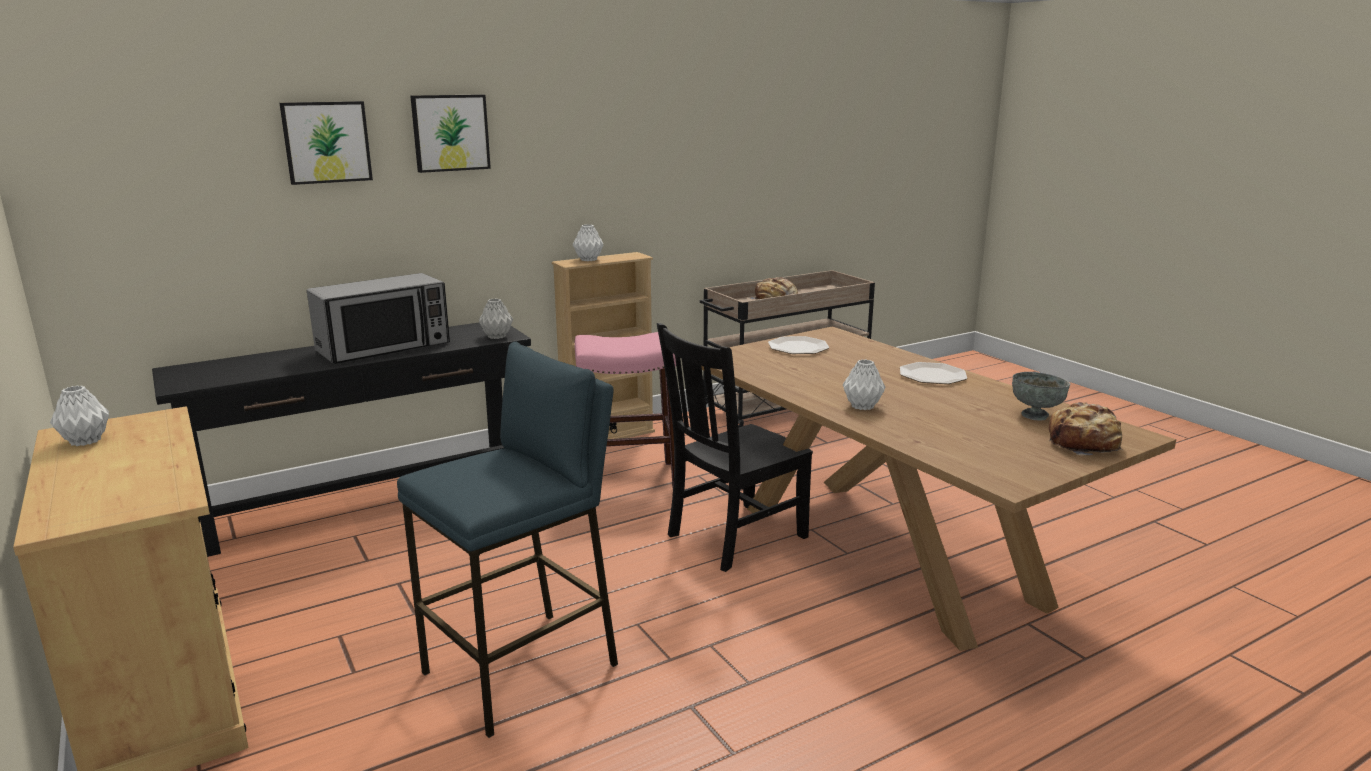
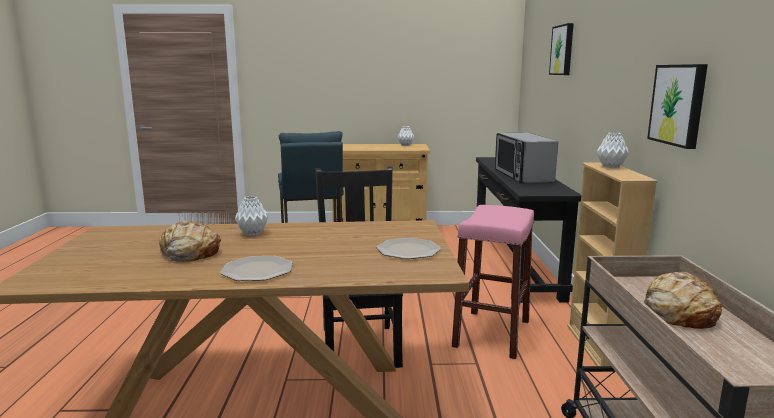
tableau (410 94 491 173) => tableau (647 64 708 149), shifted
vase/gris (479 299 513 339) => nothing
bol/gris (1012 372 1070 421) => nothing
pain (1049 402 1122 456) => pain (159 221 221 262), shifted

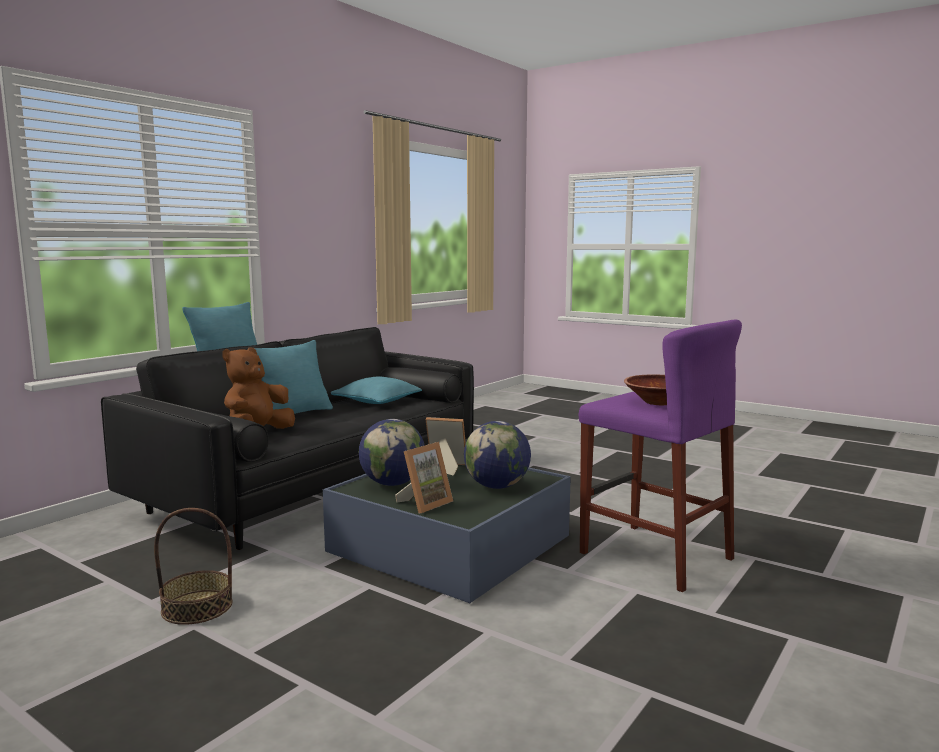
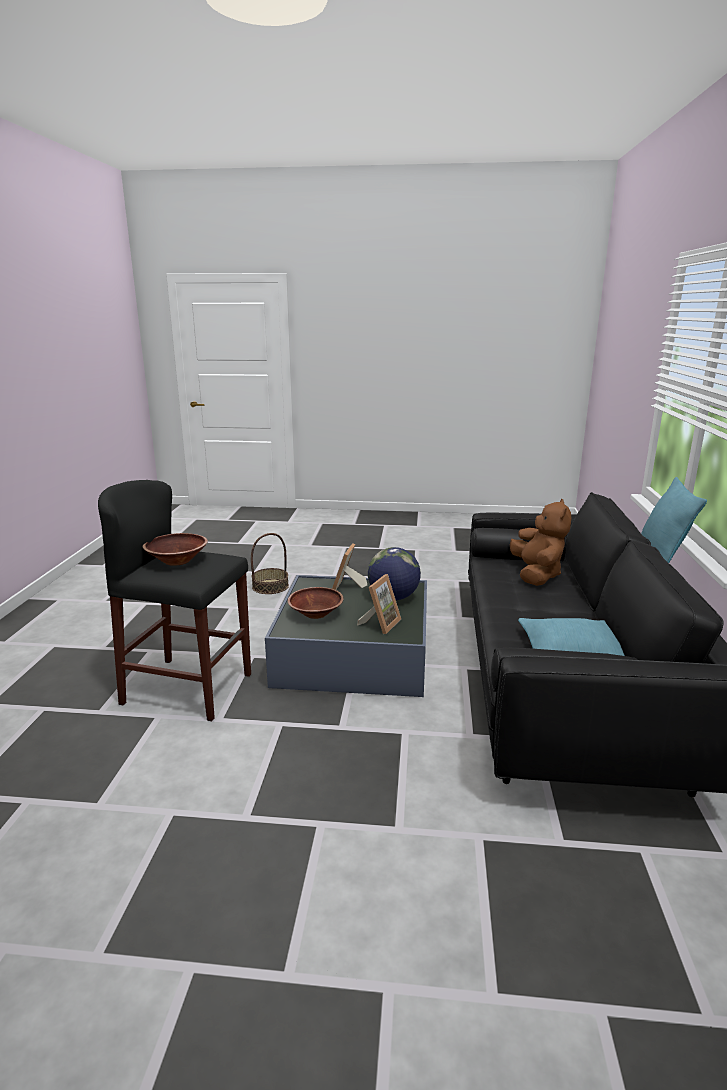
panier (154 508 233 625) => panier (251 533 289 594), shifted
coussin/turquoise (255 340 333 414) => nothing
cadre photo (425 417 466 475) => cadre photo (357 574 401 634), 45 degrees counterclockwise
globe (464 421 531 489) => bol/marron (288 587 343 619)
tabouret/violet (579 319 742 592) => tabouret/noir (98 480 251 721)

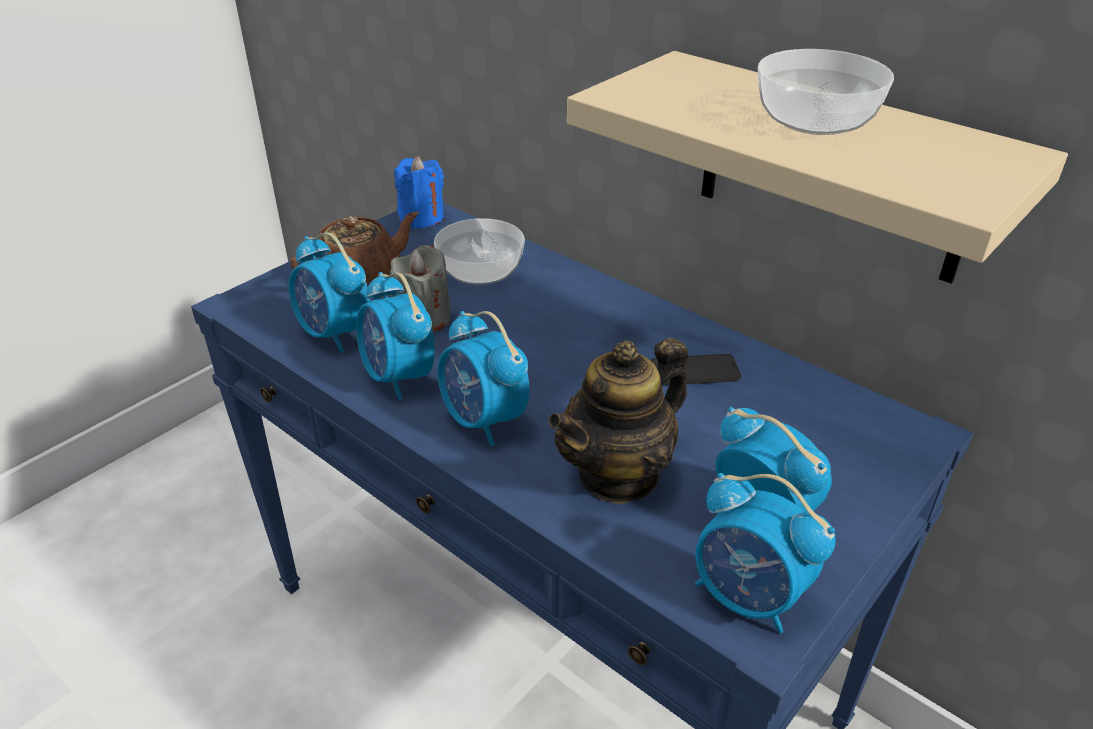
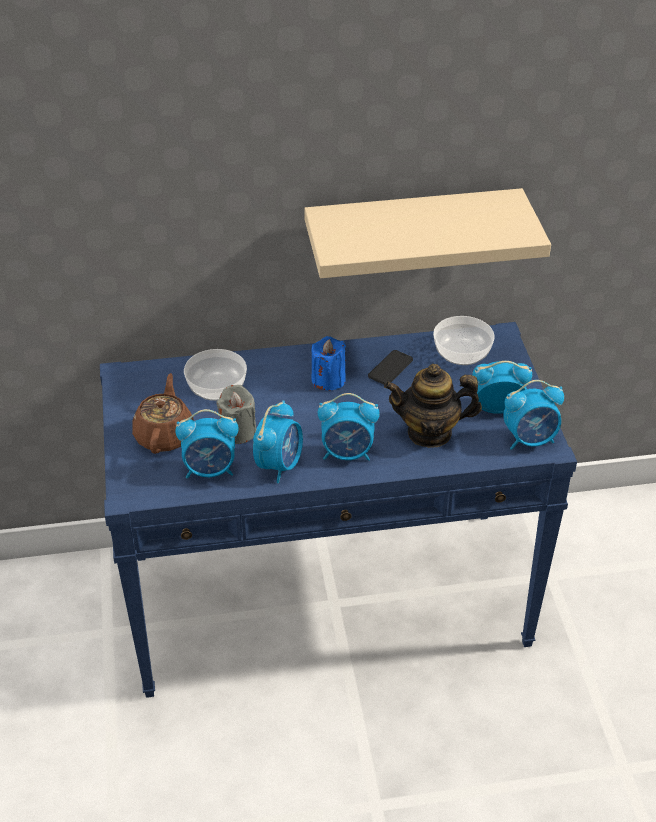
réveil (356 272 435 400) => réveil (253 400 303 483), 75 degrees counterclockwise
bougie/bleu (394 156 444 229) => bougie/bleu (312 336 346 390), shifted
théière (548 338 688 505) => théière (384 364 482 448), 90 degrees clockwise
bol (758 49 894 135) => bol (433 316 495 365), shifted

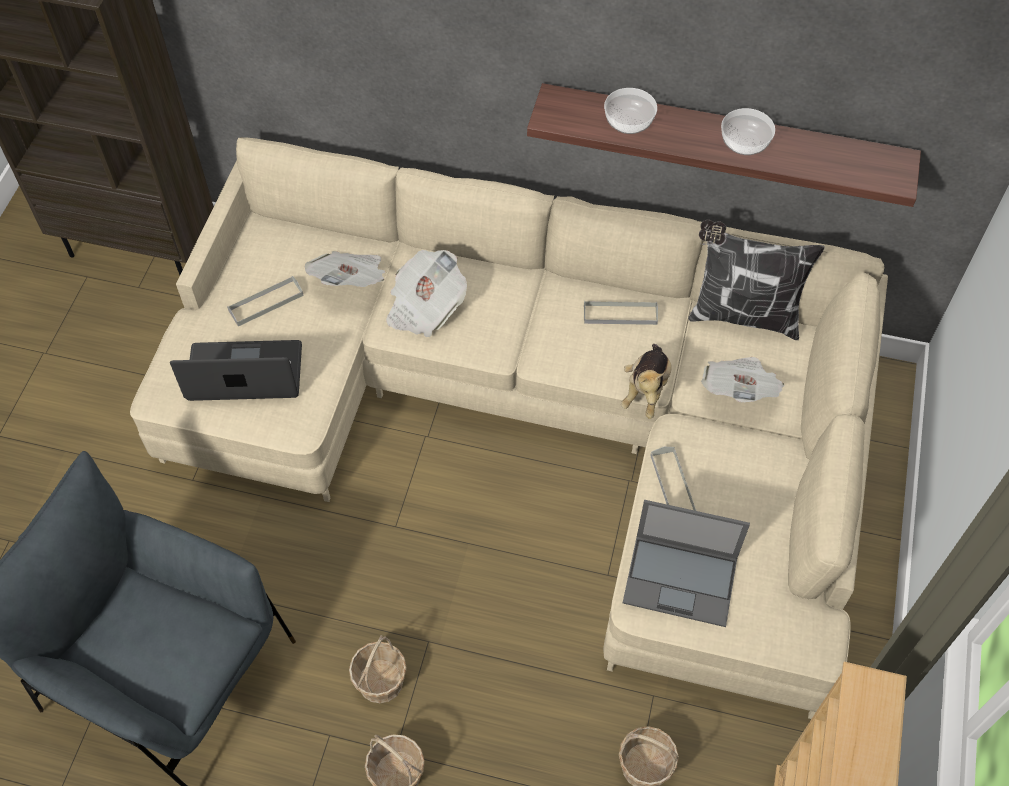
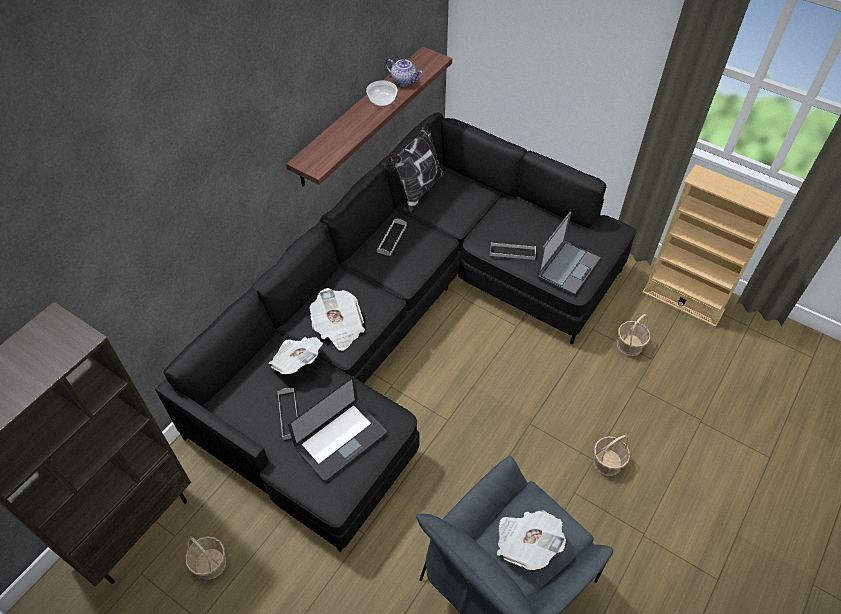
canapé/beige (130 137 888 719) => canapé/noir (155 112 636 552)
ordinateur portable (170 340 302 401) => ordinateur portable (288 376 387 482), 150 degrees counterclockwise
panier (349 635 407 703) => panier (185 536 226 580), shifted
bol (604 88 657 134) => nothing
peluche (621 344 671 419) => nothing
journal (701 357 785 402) => journal (497 510 566 570), shifted
nothing => théière (386 59 422 86)

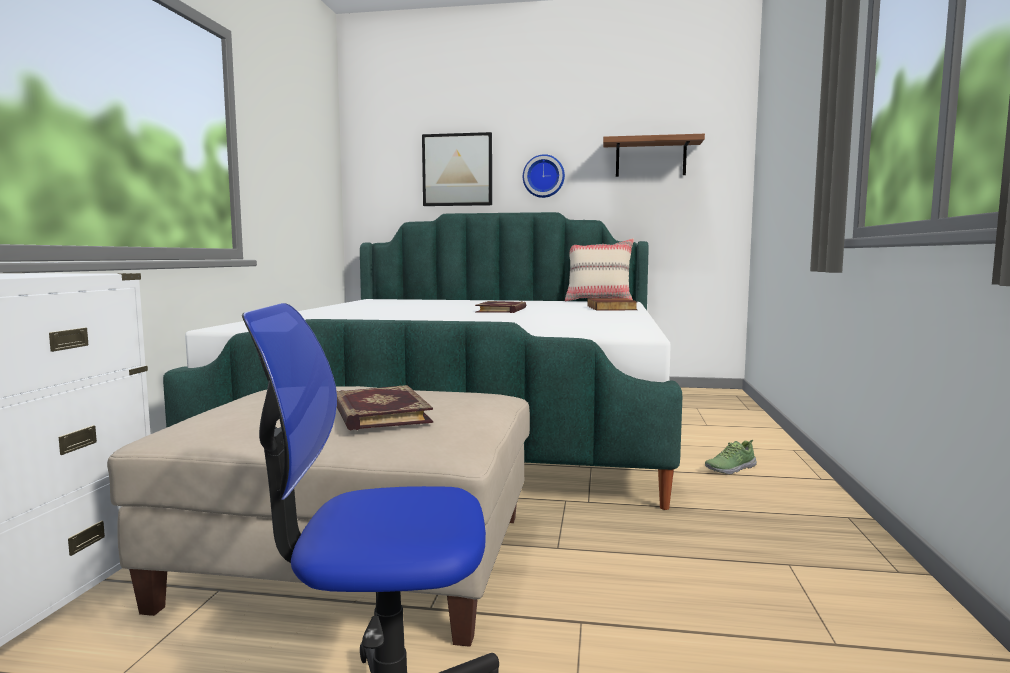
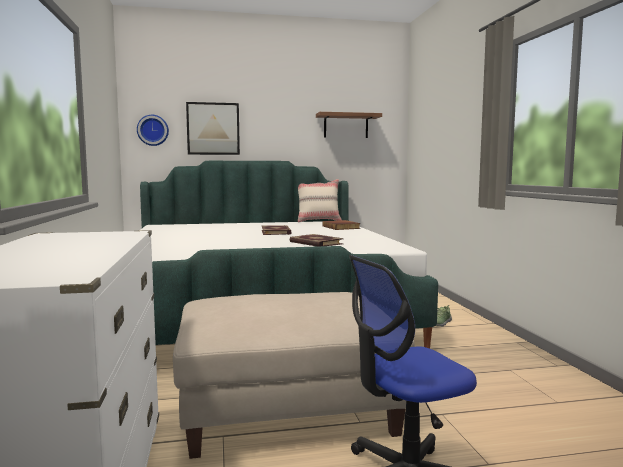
livre (337 385 433 430) => livre (290 234 344 247), shifted
horloge murale (523 154 565 198) => horloge murale (137 115 169 146), shifted

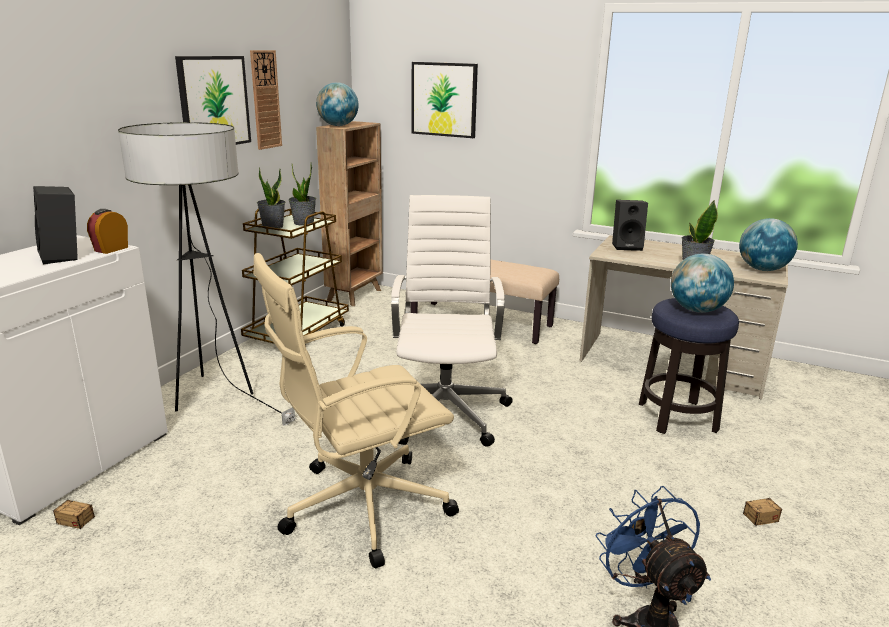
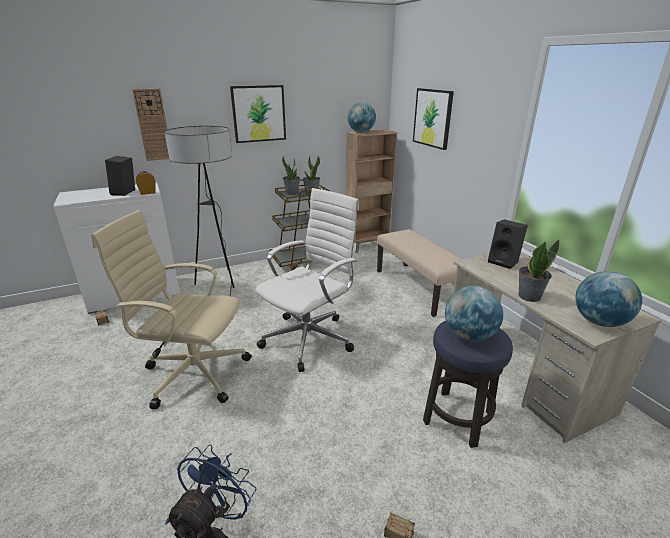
horloge murale (250 50 282 150) => horloge murale (132 89 169 161), shifted

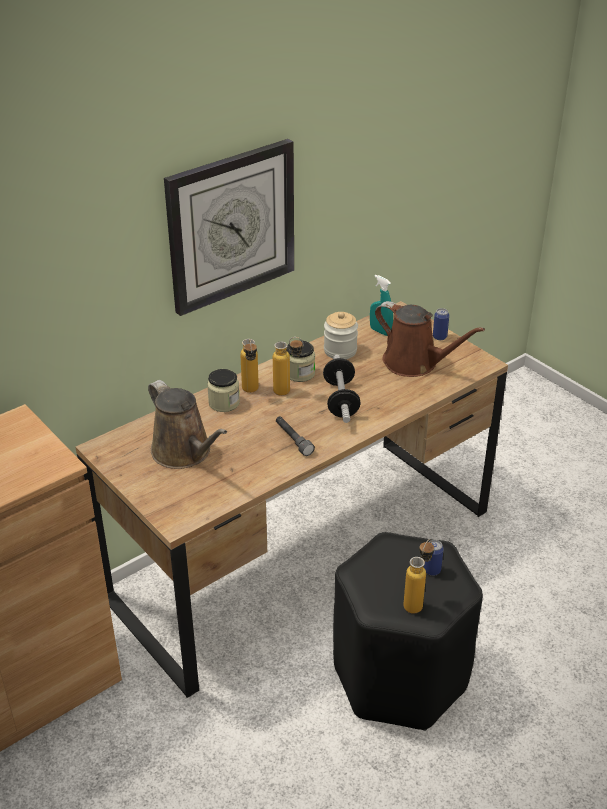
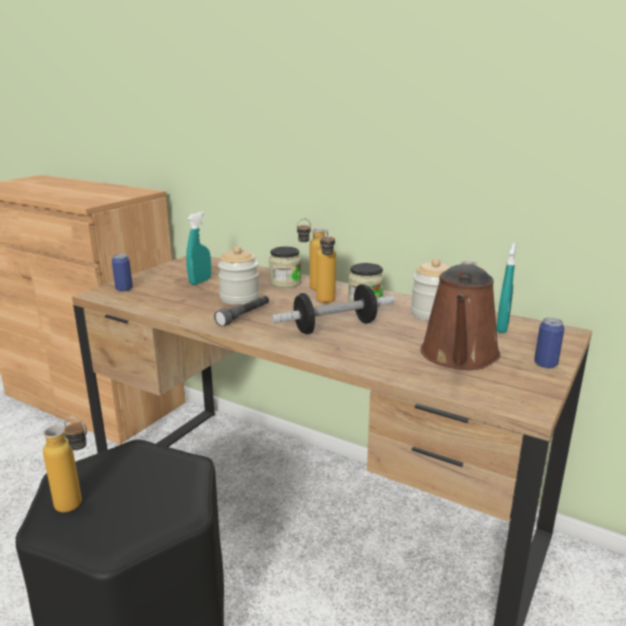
arrosoir/marron (148 380 227 469) => vaporisateur/turquoise (186 212 211 285)
horloge murale (164 139 294 316) => nothing
boîte métallique (424 540 444 576) => boîte métallique (112 254 133 292), shifted
nothing => bocal (218 246 259 305)

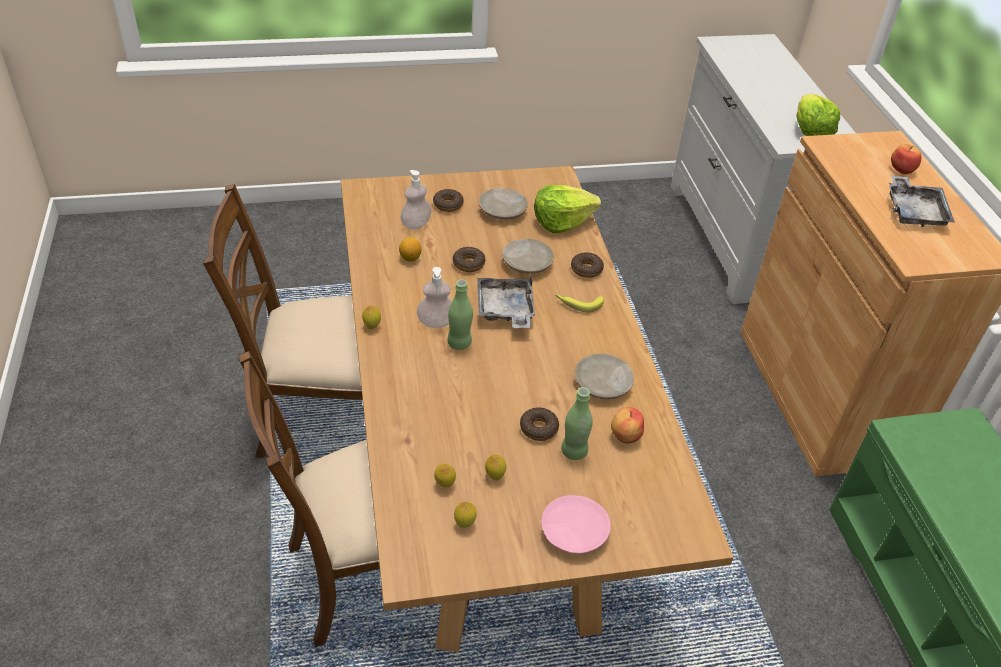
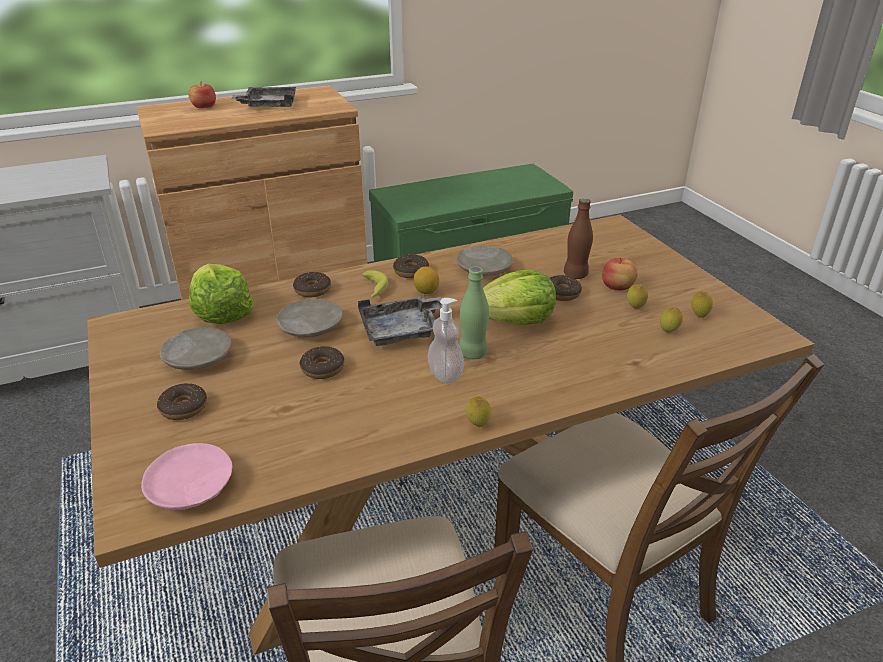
citron (399 237 421 261) => citron (413 267 439 294), shifted
distributeur de savon (400 170 432 230) => nothing
assiette/rose (541 495 611 554) => assiette/rose (141 443 233 510), shifted
bouteille/vert (561 387 592 460) => bouteille/marron (564 198 593 279)
pomme (611 407 644 443) => pomme (602 258 638 290), shifted
laitue (796 93 840 136) => laitue (483 270 556 325), shifted
nothing => beignet (393 254 429 278)

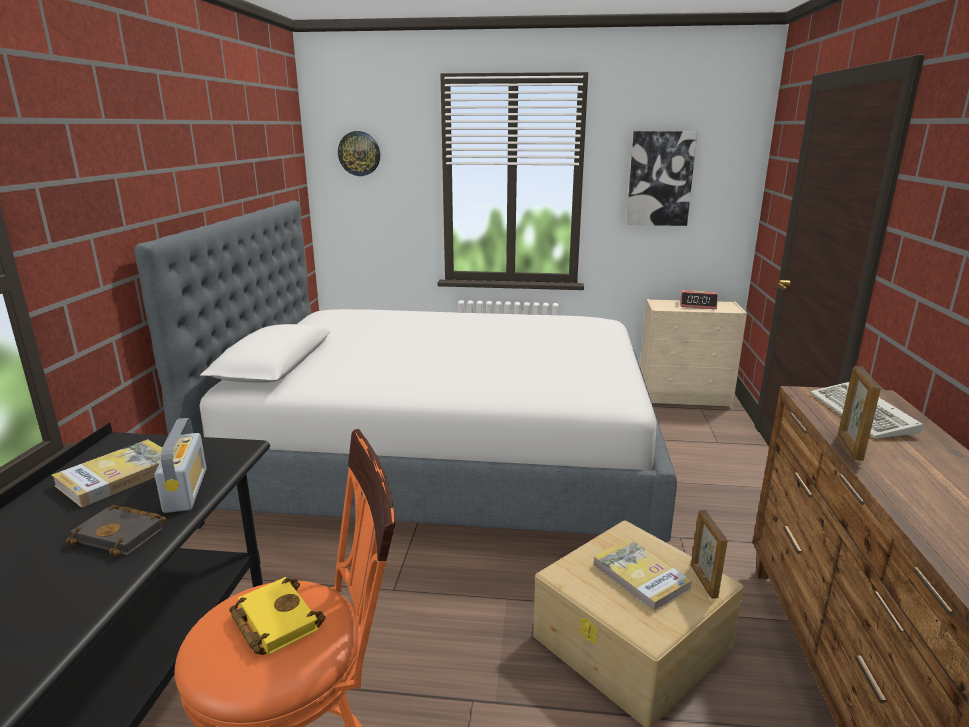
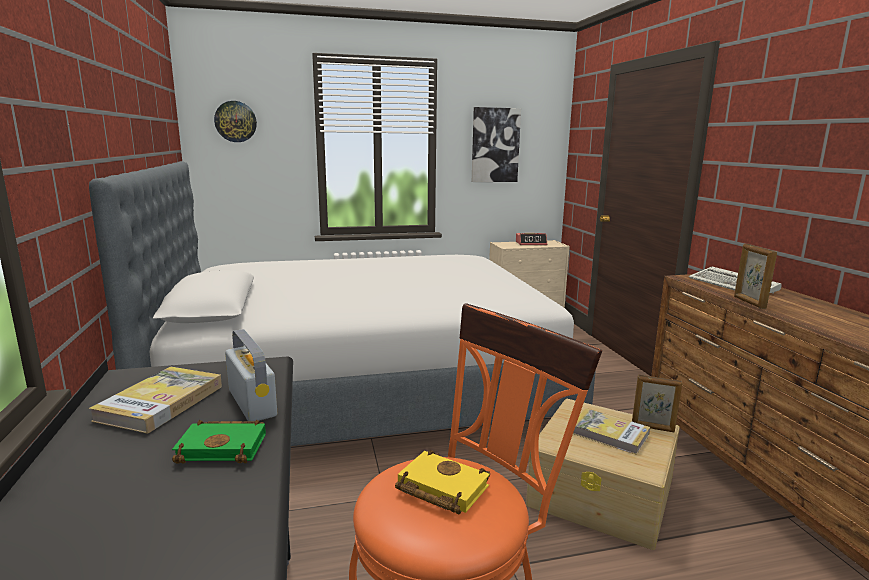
livre/noir (66 505 166 557) => livre/vert (172 420 266 464)
cadre photo (691 510 727 599) => cadre photo (632 375 682 433), 45 degrees counterclockwise

